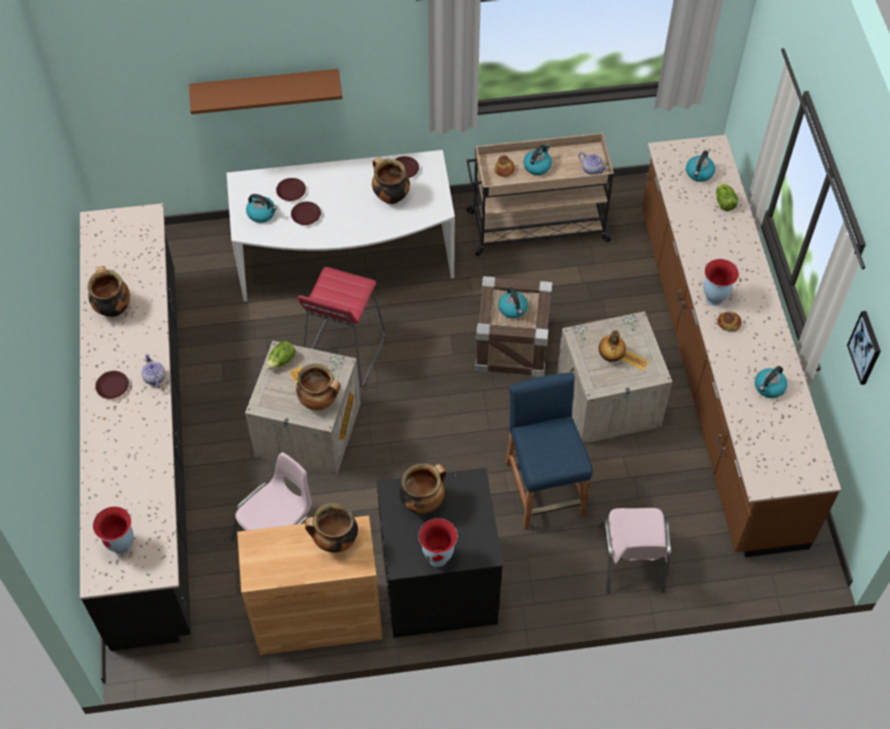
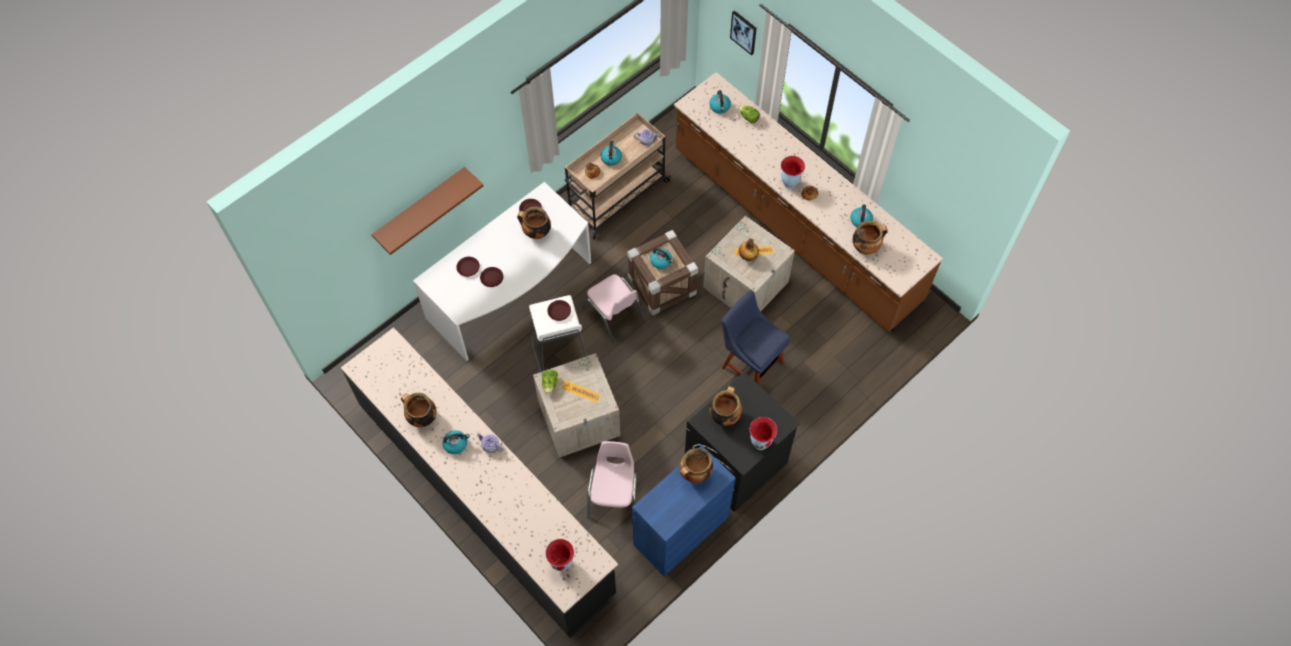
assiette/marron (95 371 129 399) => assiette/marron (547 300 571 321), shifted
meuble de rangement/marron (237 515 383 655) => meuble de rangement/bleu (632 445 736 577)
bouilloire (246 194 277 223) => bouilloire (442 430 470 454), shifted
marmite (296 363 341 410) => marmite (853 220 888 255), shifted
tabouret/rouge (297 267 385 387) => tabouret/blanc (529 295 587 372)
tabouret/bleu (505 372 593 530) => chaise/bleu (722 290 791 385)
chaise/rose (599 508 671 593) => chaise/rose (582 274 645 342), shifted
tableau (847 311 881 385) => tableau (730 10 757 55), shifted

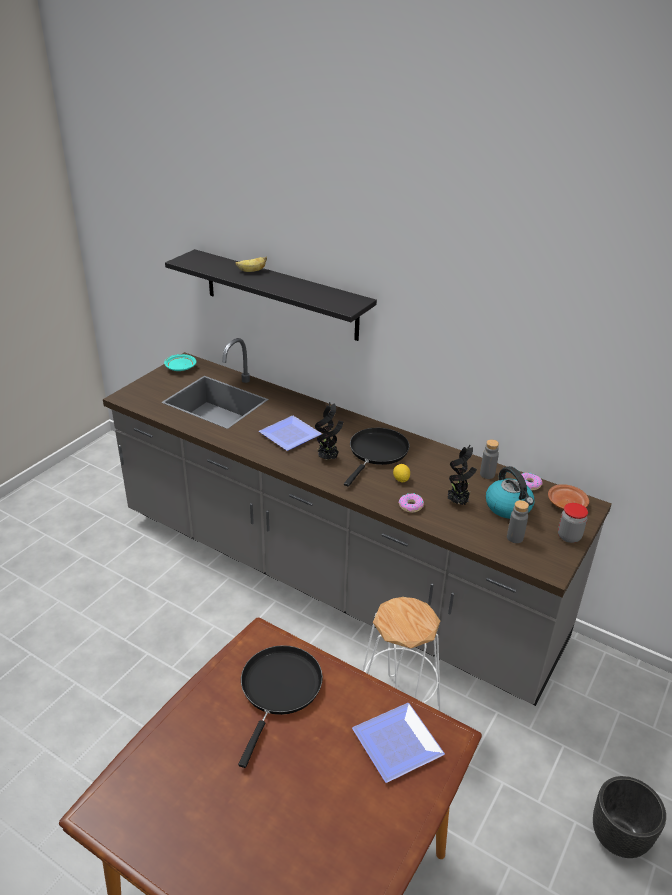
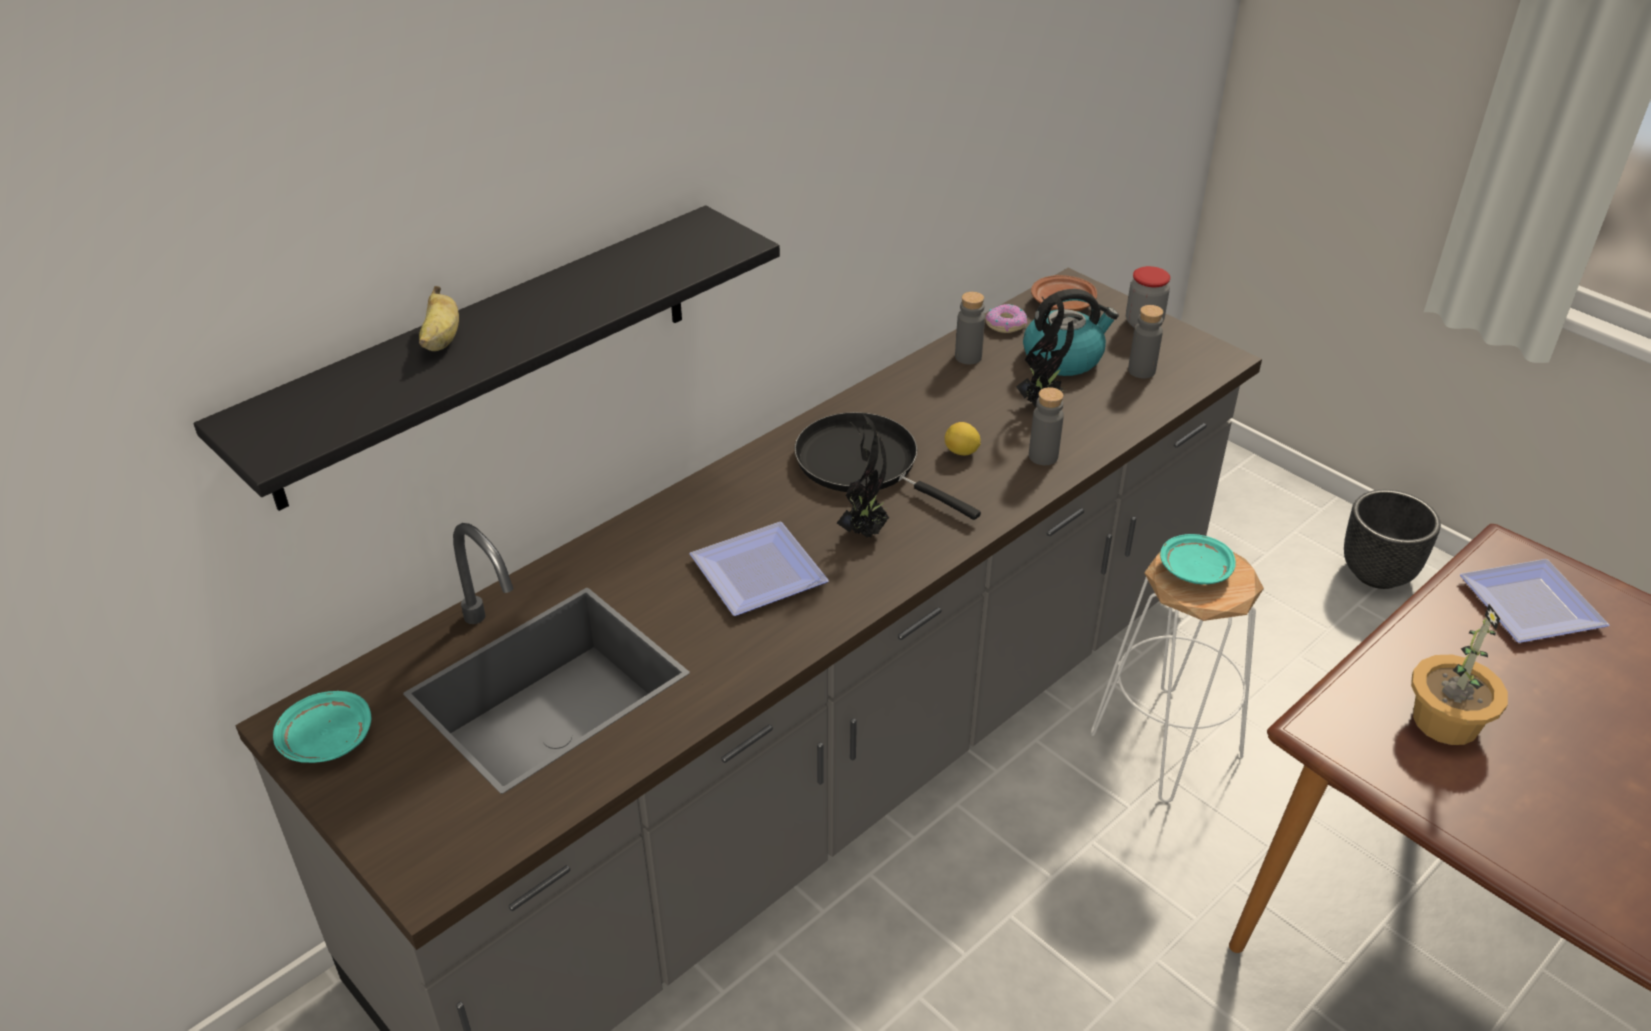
poêle/noir (238 645 323 768) => plante en pot (1411 604 1508 745)
beignet (398 493 424 513) => bouteille/gris (1029 387 1064 465)
nothing => assiette/turquoise (1160 534 1236 585)

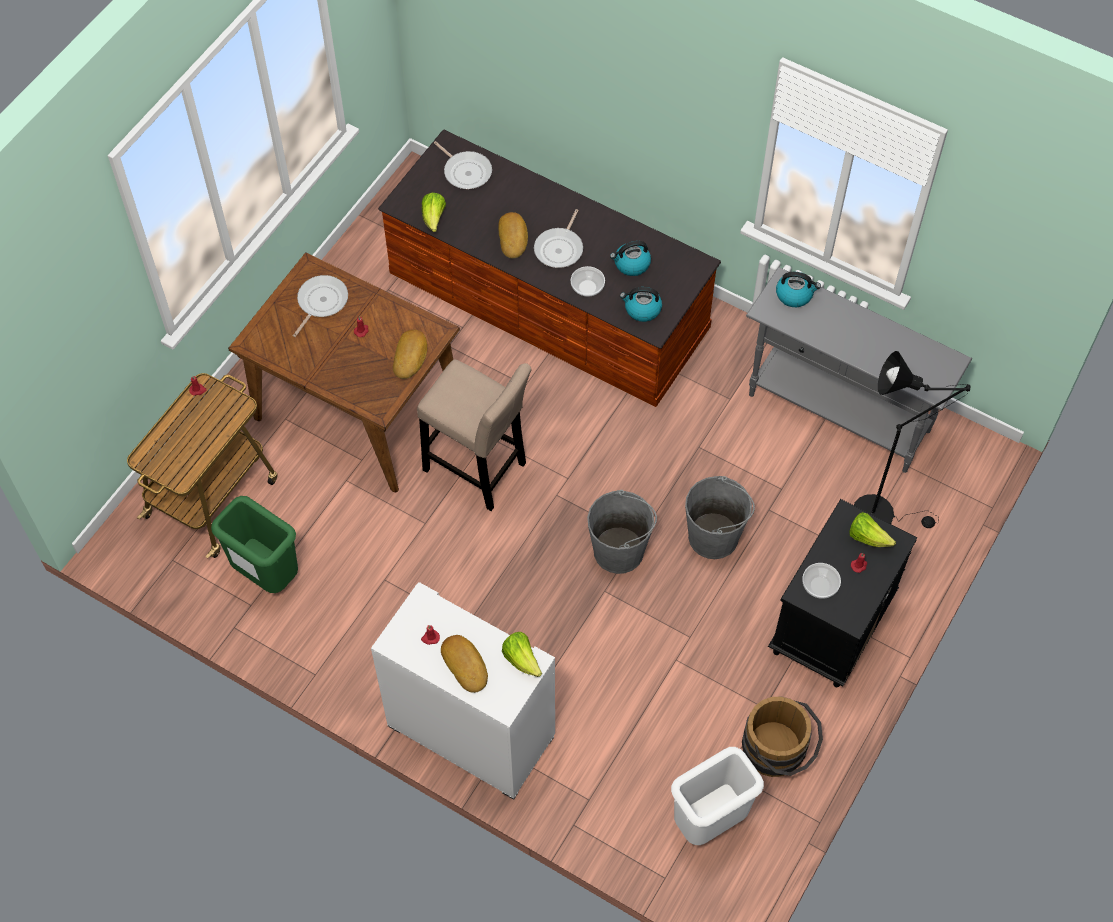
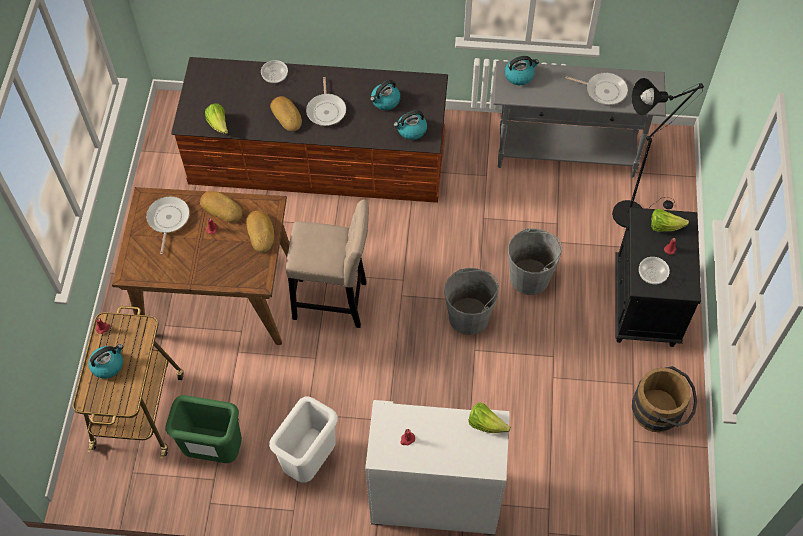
poêle (434 141 492 189) => poêle (566 73 628 105), shifted
pain (441 635 488 693) => pain (200 191 242 223), shifted
bol (571 266 605 297) => bol (261 60 288 83), shifted
poubelle/blanc (671 747 764 845) => poubelle/blanc (269 397 338 483), shifted
nothing => bouilloire (88 344 123 378)

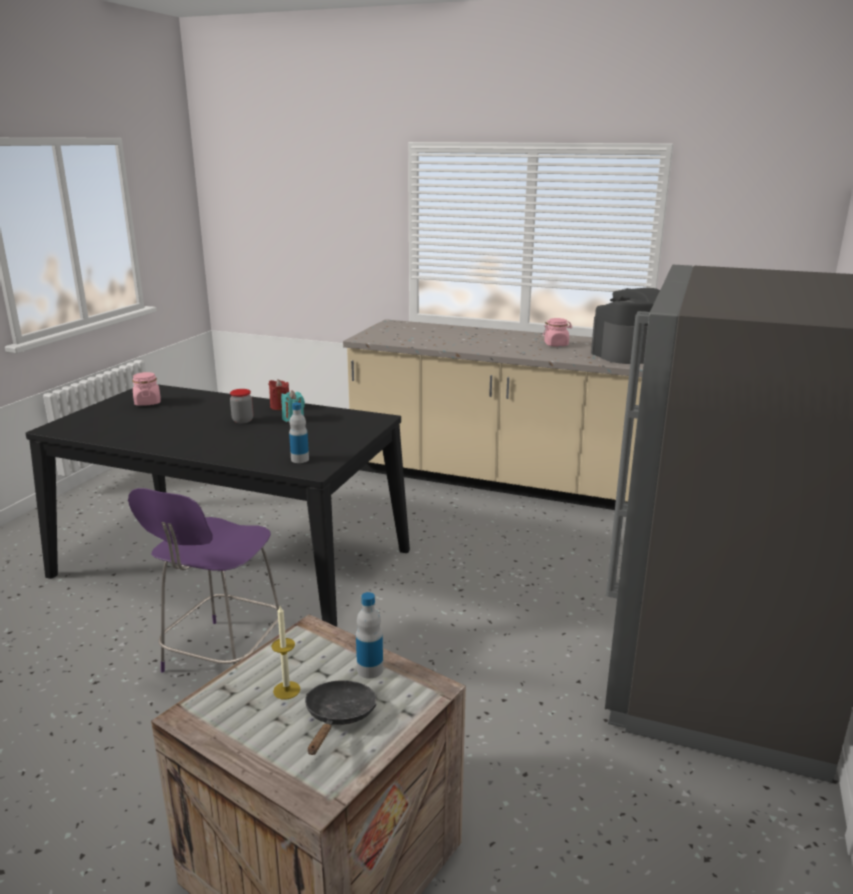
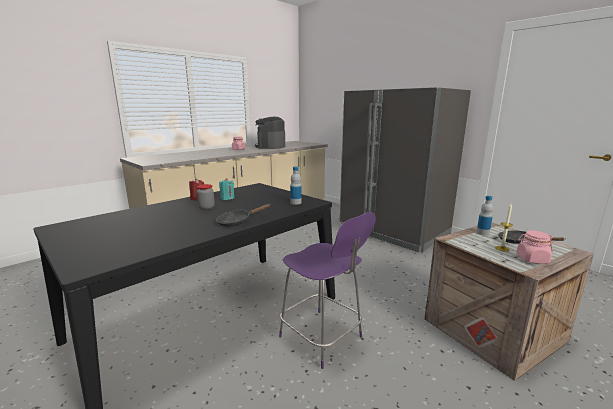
bocal/rose (133 372 161 406) => bocal/rose (516 231 554 264), shifted
nothing => poêle/noir (216 204 271 227)

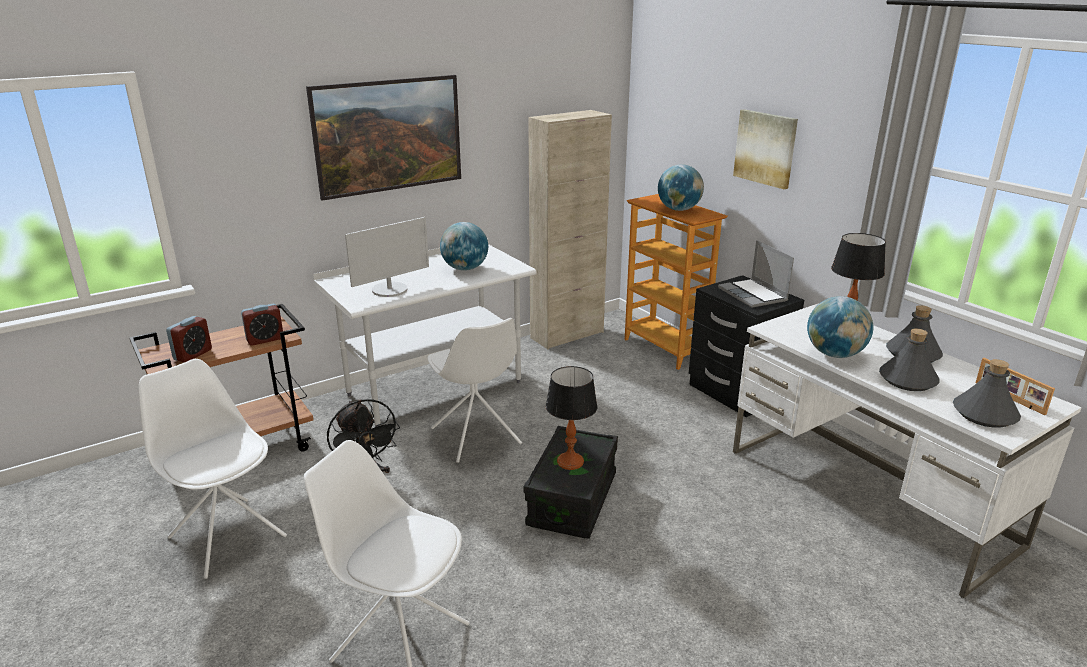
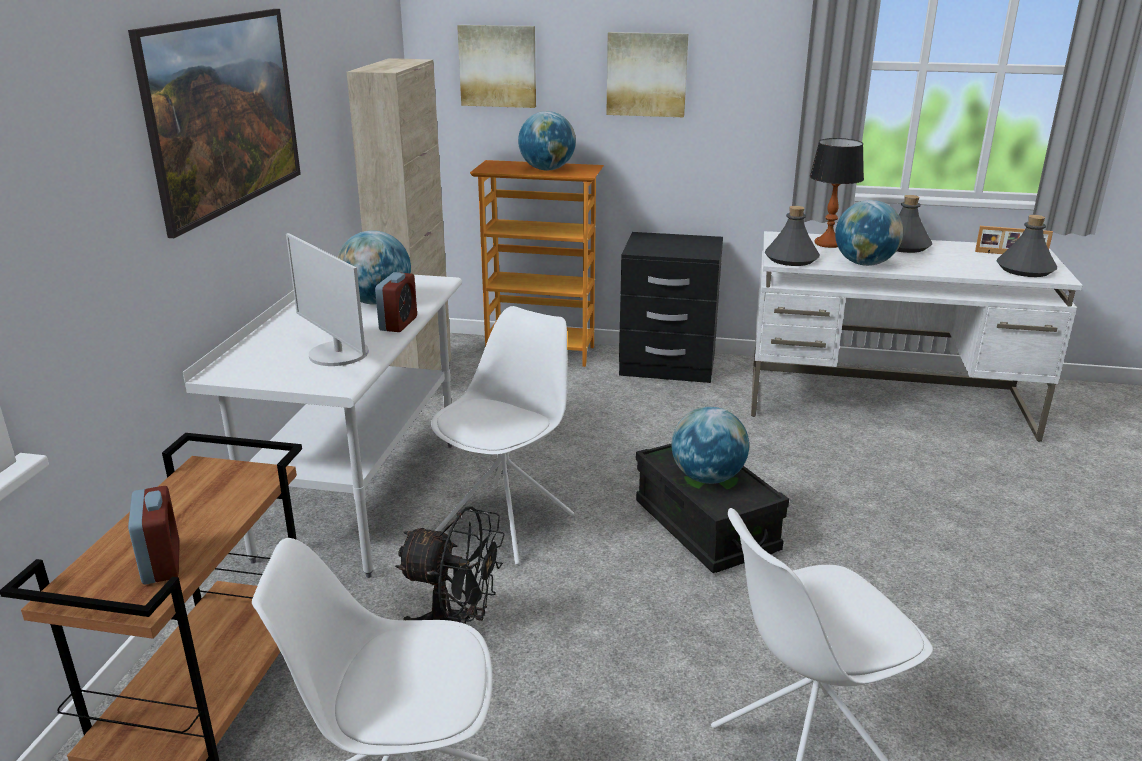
réveil (241 304 283 346) => réveil (375 272 417 332), shifted
écran d'ordinateur (345 217 429 297) => écran d'ordinateur (286 233 369 366), 135 degrees clockwise
chaise/blanc (428 318 522 463) => chaise/blanc (431 306 574 565), 75 degrees counterclockwise
lampe de table (545 366 597 470) => globe (671 407 749 484)
ordinateur portable (718 240 794 308) => nothing
bouteille/gris (879 329 940 391) => bouteille/gris (765 206 820 266), shifted
nothing => tableau (457 25 536 108)

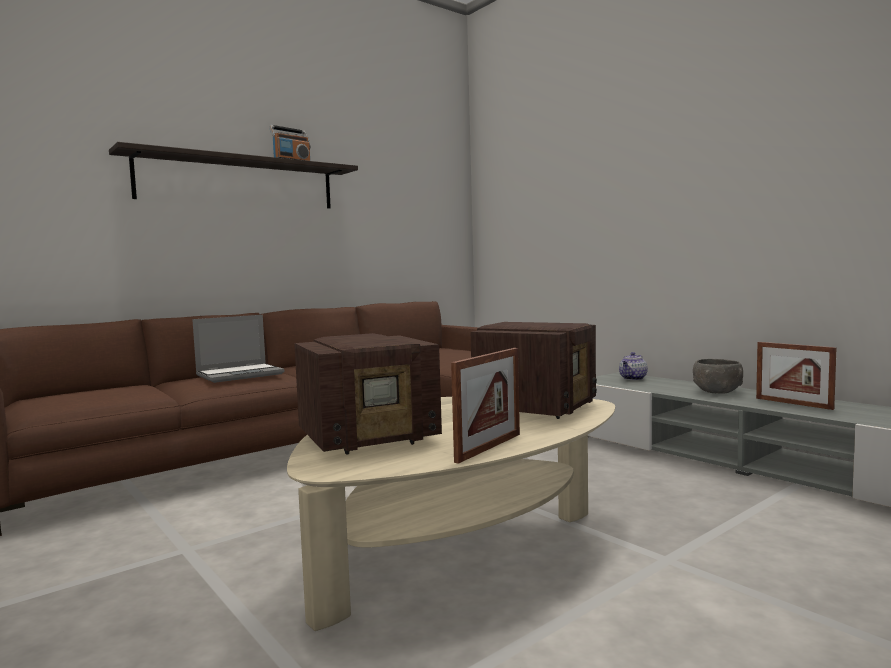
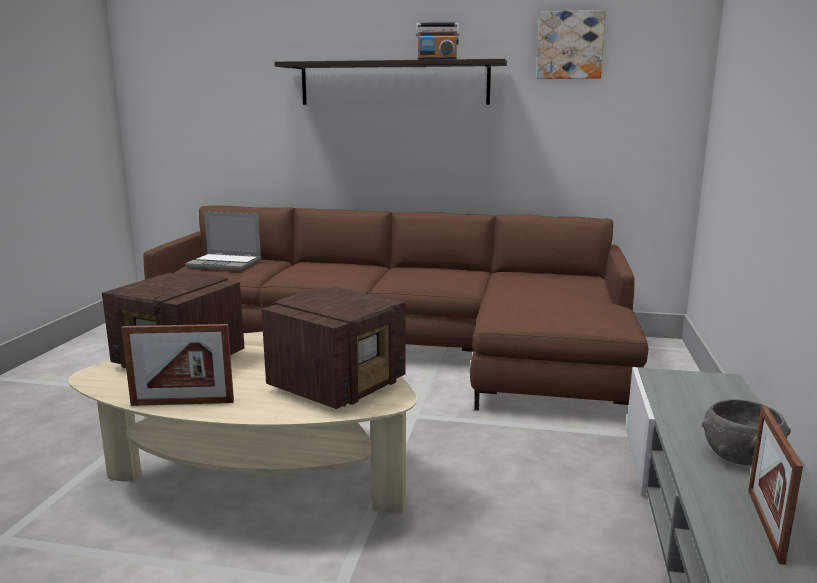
ordinateur portable (192 315 284 383) => ordinateur portable (185 212 261 270), shifted
radio (471 322 597 419) => radio (261 286 406 409), 45 degrees counterclockwise
théière (619 352 648 380) => nothing
nothing => tableau (537 10 606 79)

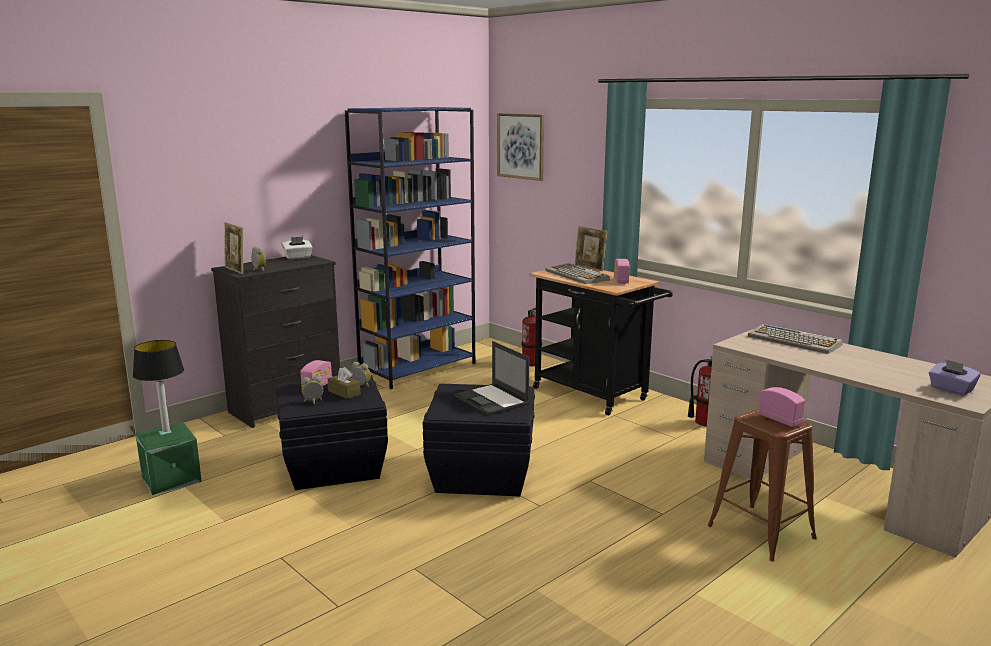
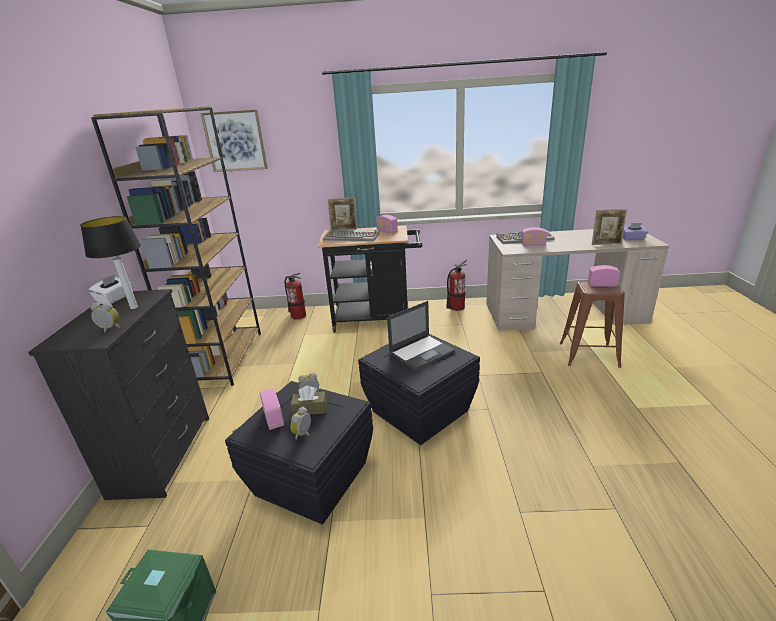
lampe de table (133 340 184 432) => lampe de table (80 216 141 309), shifted
cadre photo (224 222 243 274) => cadre photo (592 209 627 245), shifted
bibliothèque/bleu (345 107 475 389) => bibliothèque/marron (91 106 261 386)
ordinateur portable (454 341 529 416) => ordinateur portable (387 301 455 371), 45 degrees counterclockwise
nothing => radio (521 227 547 246)

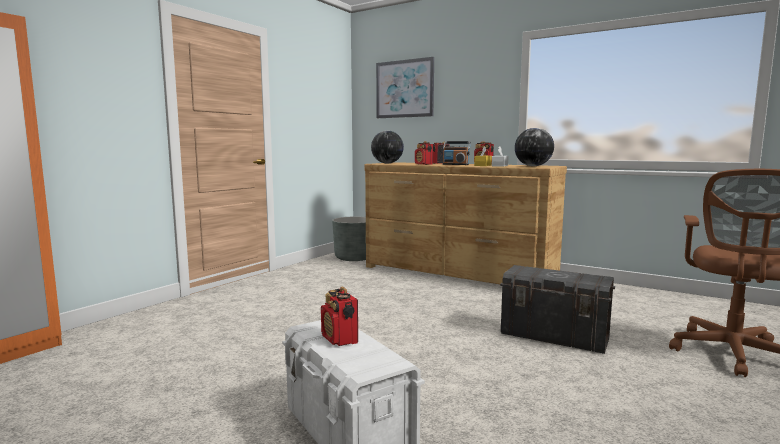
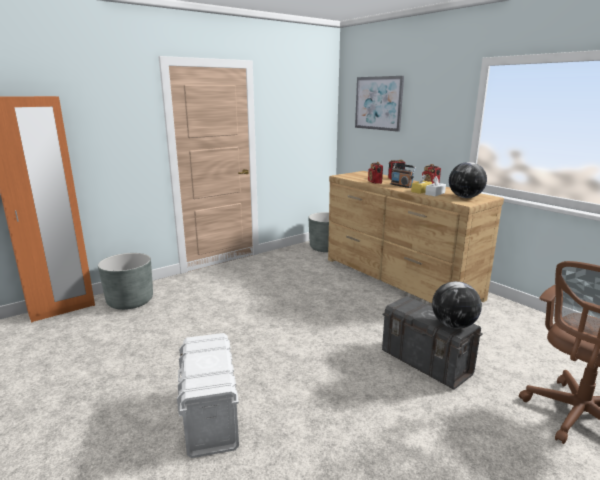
radio (321 287 358 346) => nothing
globe (371 130 404 164) => globe (432 281 482 329), shifted
nothing => cache-pot/gris (98 253 153 310)

